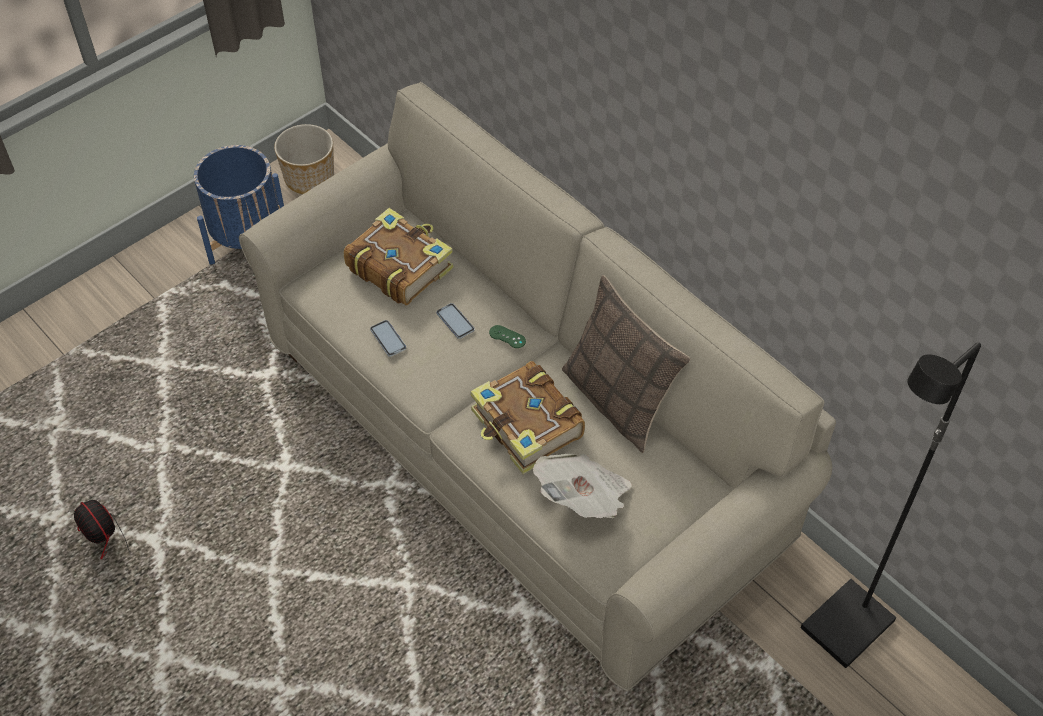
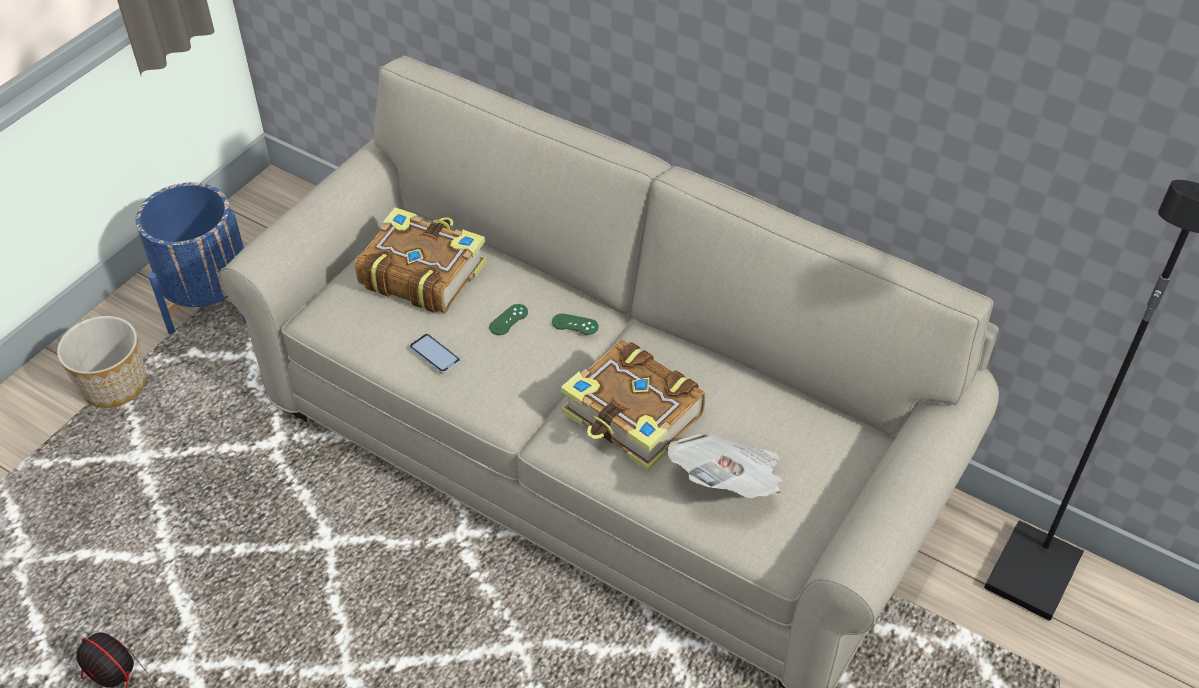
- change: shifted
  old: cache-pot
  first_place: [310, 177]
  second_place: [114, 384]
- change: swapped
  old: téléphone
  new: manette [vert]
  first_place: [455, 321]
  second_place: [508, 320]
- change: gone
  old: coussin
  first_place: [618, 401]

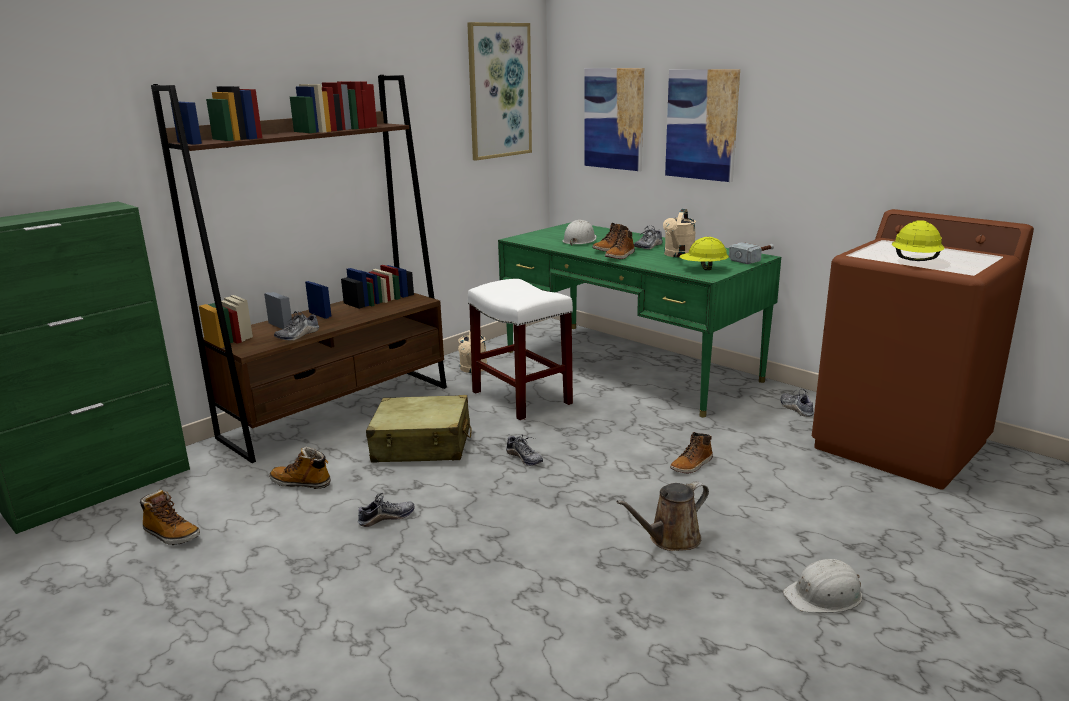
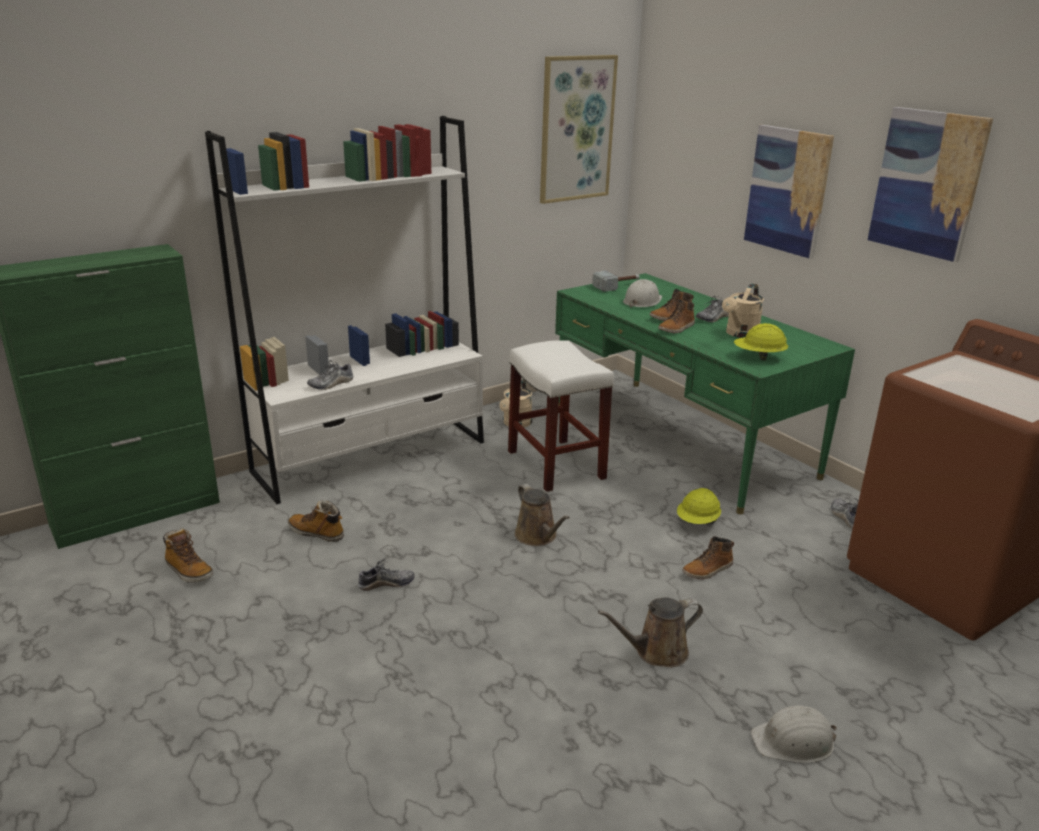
- change: repainted
  old: bibliothèque [marron]
  new: bibliothèque [blanc]
  first_place: [339, 411]
  second_place: [371, 456]
- change: swapped
  old: chaussure
  new: arrosoir [marron]
  first_place: [524, 458]
  second_place: [538, 536]
- change: shifted
  old: marteau
  first_place: [755, 258]
  second_place: [617, 286]
- change: shifted
  old: casque de chantier [jaune]
  first_place: [915, 261]
  second_place: [697, 522]
- change: shifted
  old: tableau
  first_place: [614, 119]
  second_place: [927, 183]
- change: gone
  old: valise [beige]
  first_place: [422, 445]

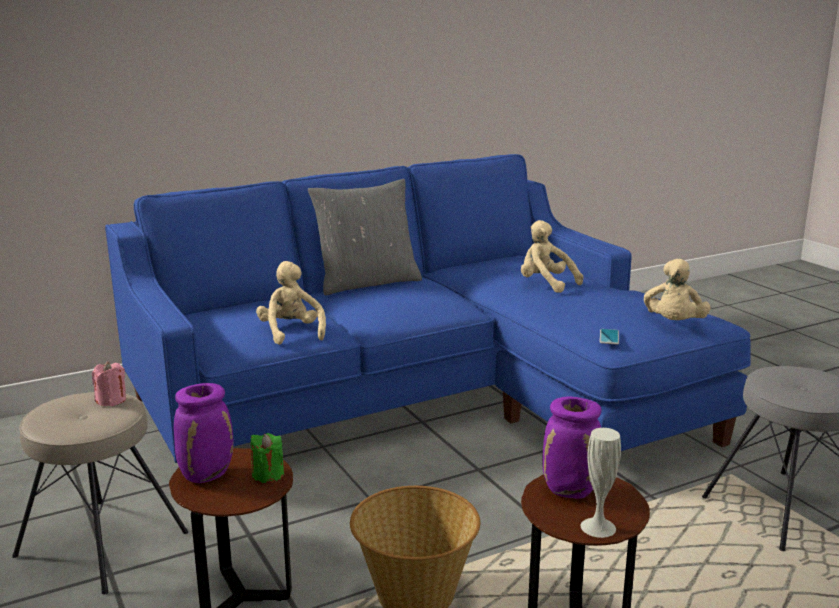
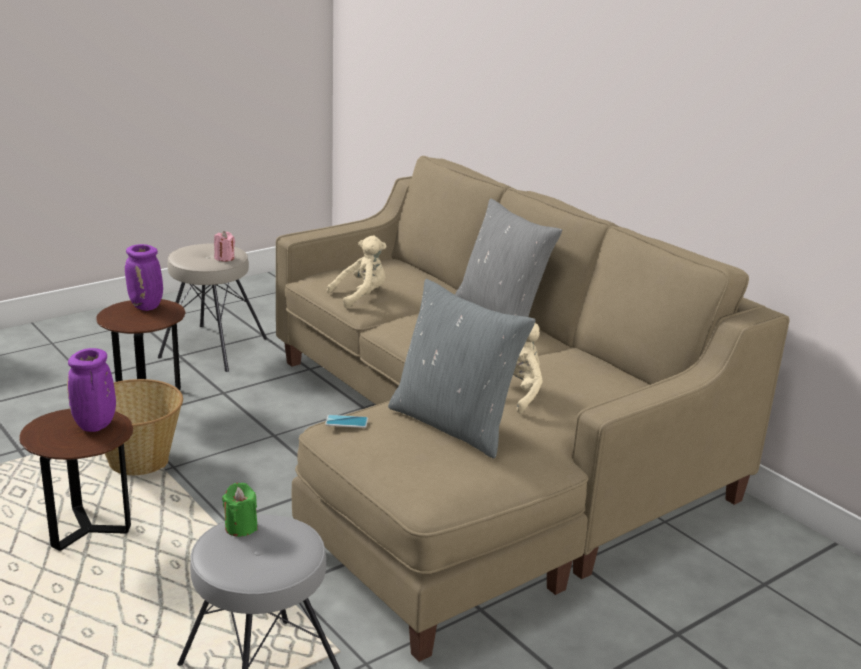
- change: shifted
  old: bougie [vert]
  first_place: [268, 475]
  second_place: [241, 527]
- change: repainted
  old: canapé [bleu]
  new: canapé [beige]
  first_place: [426, 399]
  second_place: [477, 452]
- change: new
  new: coussin [gris]
  second_place: [454, 424]
- change: gone
  old: vase [blanc]
  first_place: [598, 527]
- change: gone
  old: peluche [beige]
  first_place: [673, 324]

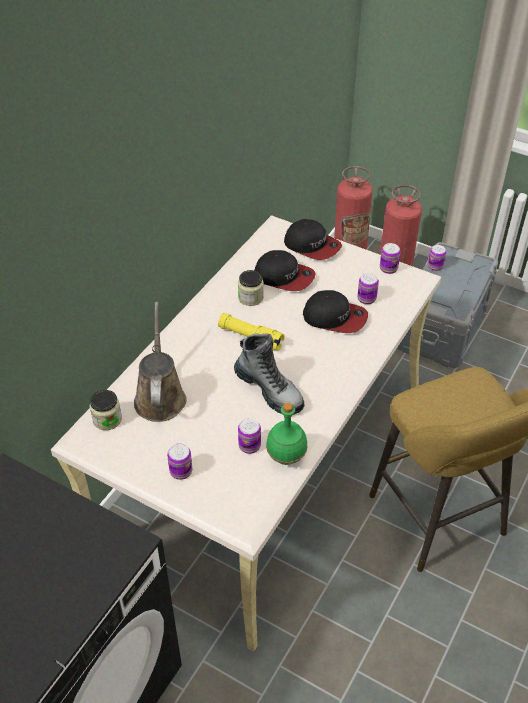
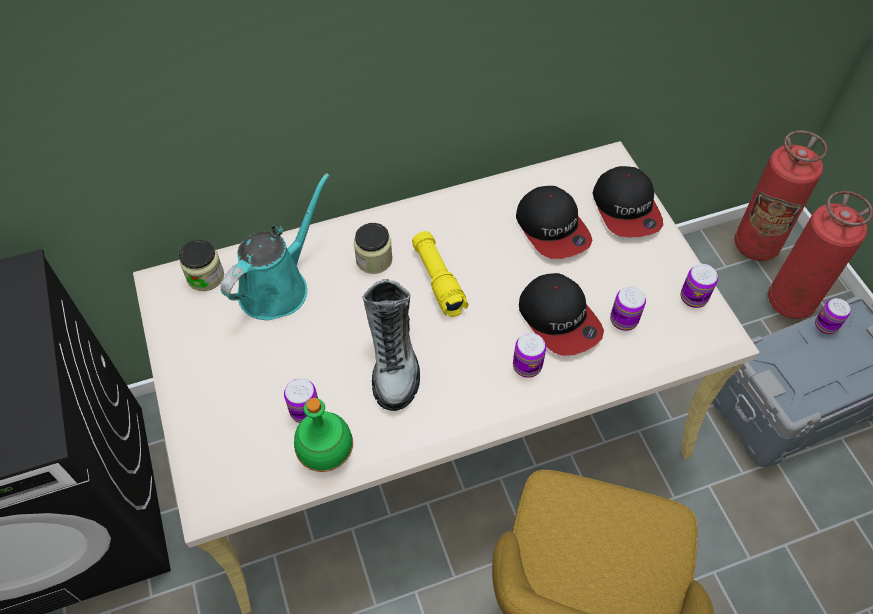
- change: repainted
  old: arrosoir [marron]
  new: arrosoir [turquoise]
  first_place: [160, 396]
  second_place: [278, 286]
- change: shifted
  old: bocal
  first_place: [250, 297]
  second_place: [374, 259]
- change: shifted
  old: boîte métallique
  first_place: [181, 471]
  second_place: [527, 366]

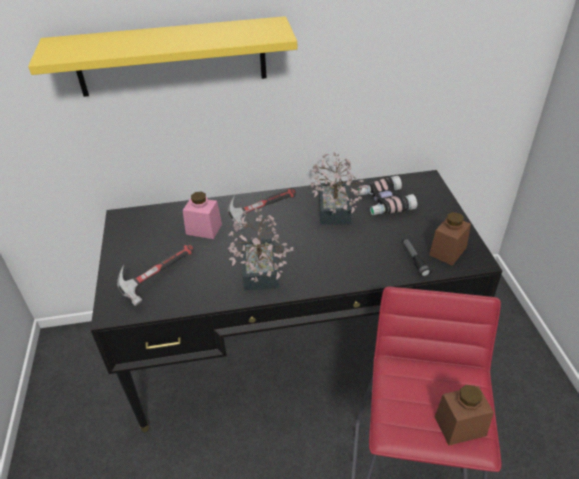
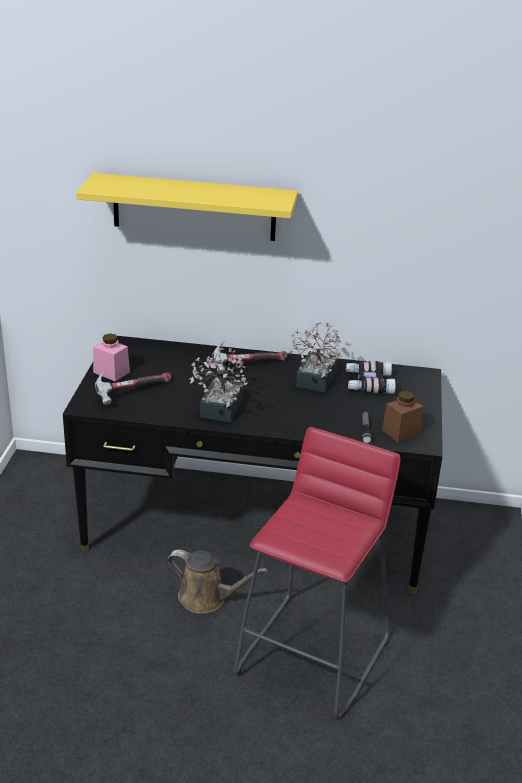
- change: shifted
  old: bocal [rose]
  first_place: [204, 229]
  second_place: [111, 372]
- change: new
  new: arrosoir [marron]
  second_place: [207, 598]
- change: gone
  old: bocal [marron]
  first_place: [460, 426]

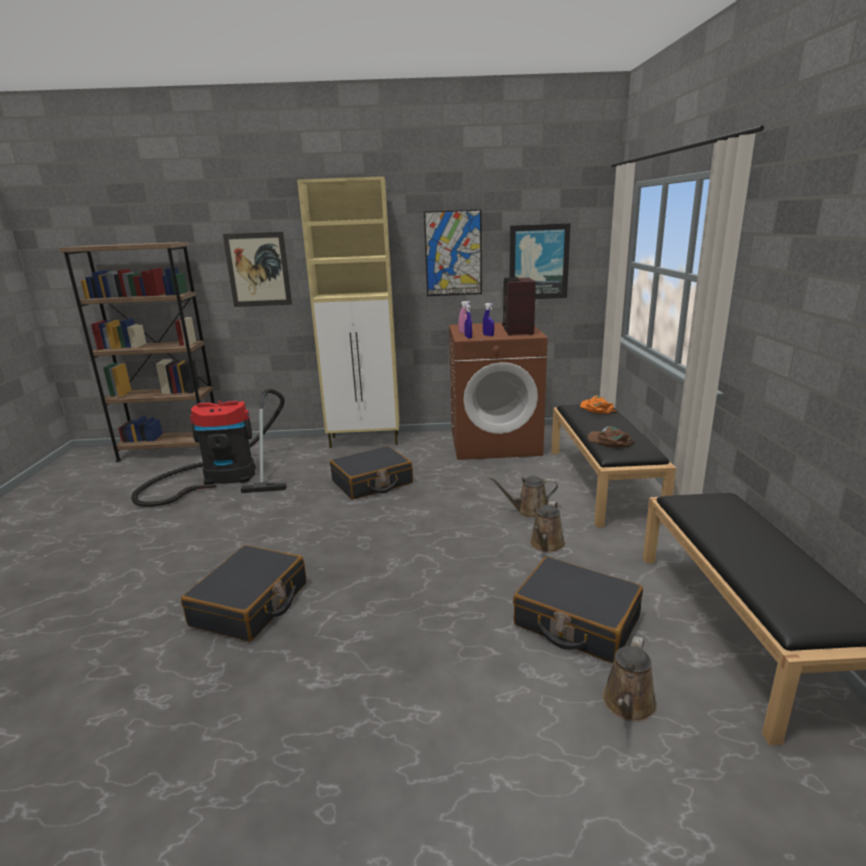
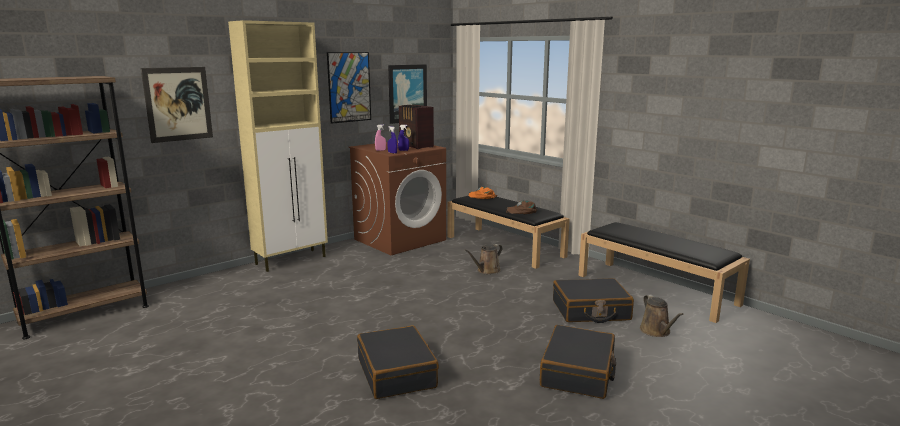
- change: shifted
  old: valise [noir]
  first_place: [372, 483]
  second_place: [578, 373]
- change: gone
  old: aspirateur
  first_place: [224, 477]
- change: gone
  old: arrosoir [marron]
  first_place: [546, 545]

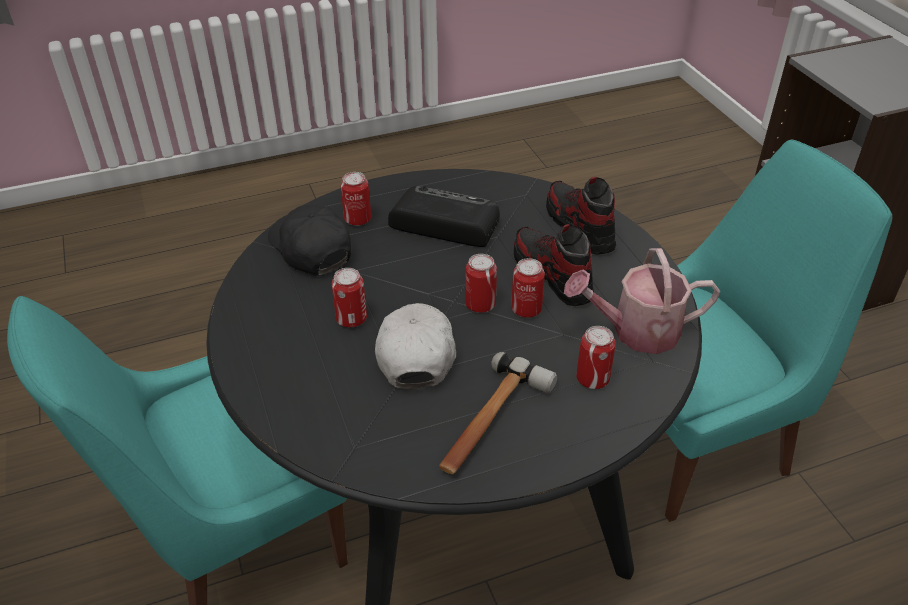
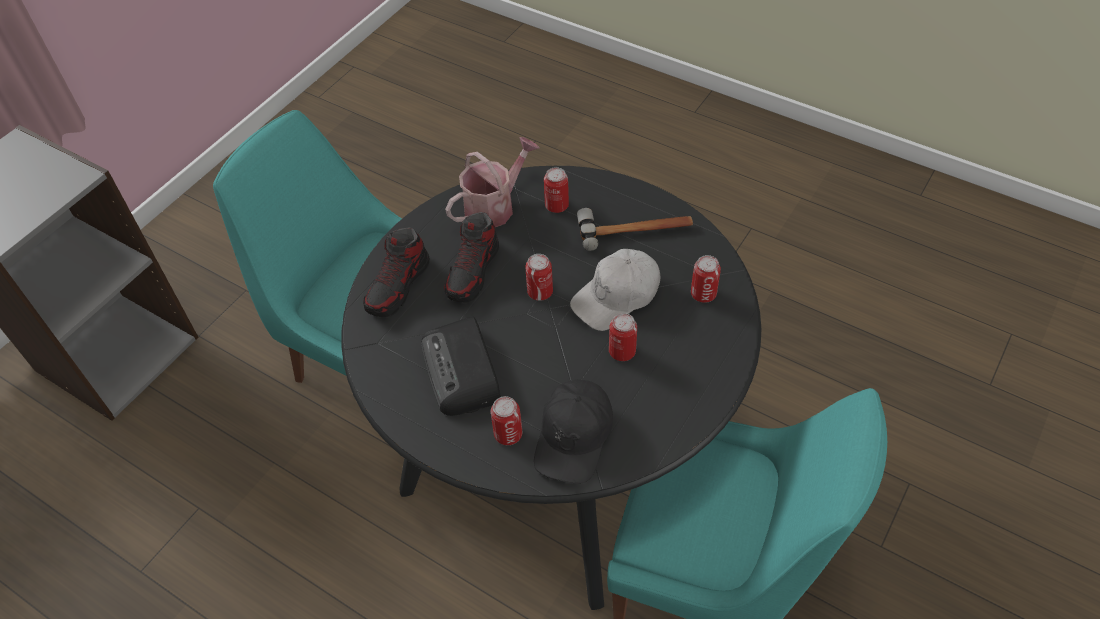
- change: rotated
  old: arrosoir
  first_place: [636, 331]
  second_place: [494, 206]
  degrees: -90
- change: shifted
  old: boîte métallique
  first_place: [526, 309]
  second_place: [703, 294]

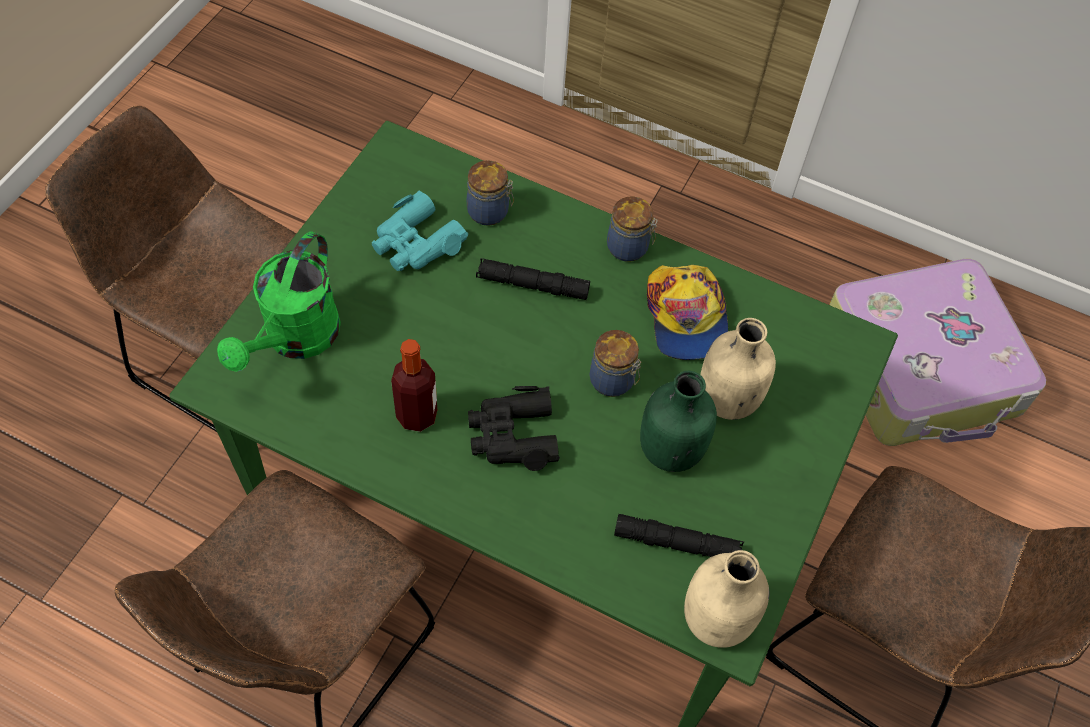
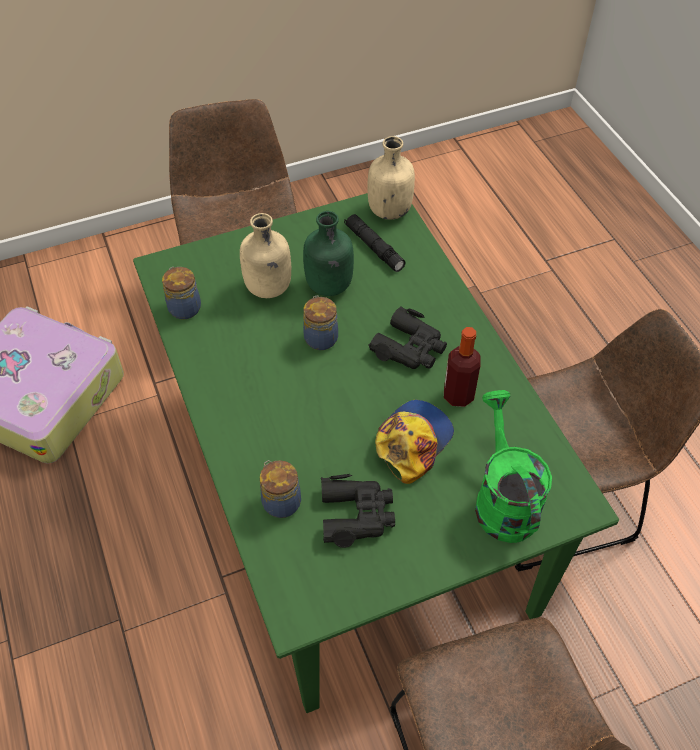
- change: shifted
  old: bocal
  first_place: [629, 248]
  second_place: [184, 307]
- change: repainted
  old: jumelles [turquoise]
  new: jumelles [noir]
  first_place: [416, 243]
  second_place: [356, 514]
- change: shifted
  old: casquette
  first_place: [686, 317]
  second_place: [413, 442]
- change: rotated
  old: arrosoir [vert]
  first_place: [295, 340]
  second_place: [502, 499]
  degrees: -75
- change: gone
  old: lampe de poche [noir]
  first_place: [532, 285]

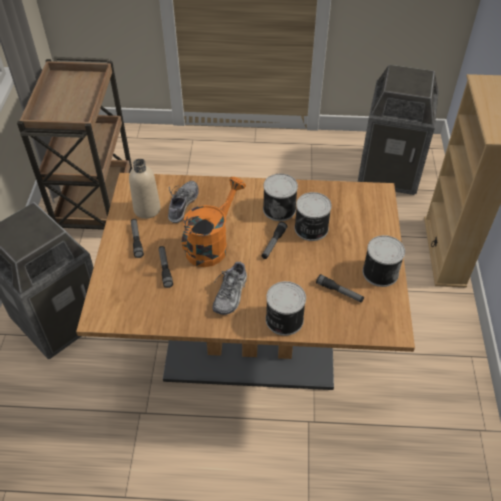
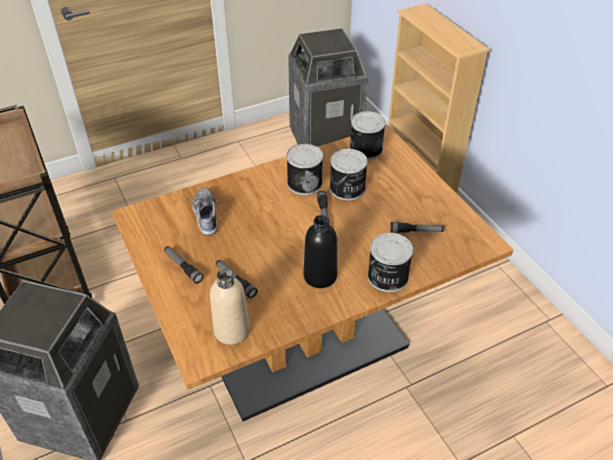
- change: shifted
  old: bouteille [beige]
  first_place: [147, 209]
  second_place: [232, 330]
- change: swapped
  old: chaussure
  new: bouteille [noir]
  first_place: [231, 294]
  second_place: [320, 276]
- change: shifted
  old: boîte métallique
  first_place: [379, 272]
  second_place: [365, 149]
- change: gone
  old: arrosoir [orange]
  first_place: [211, 244]

